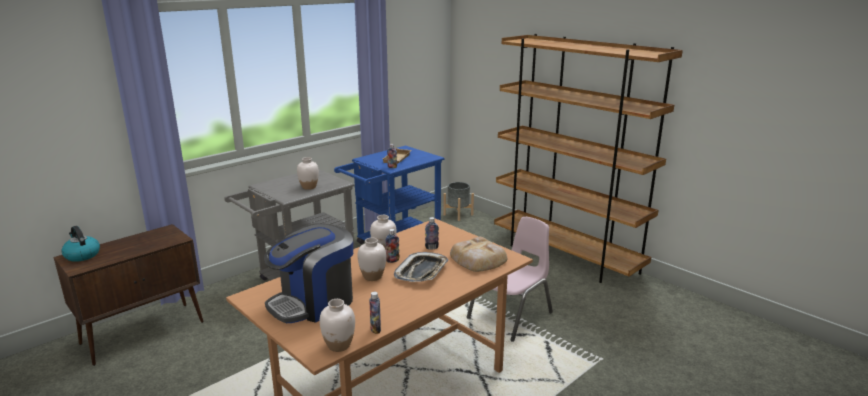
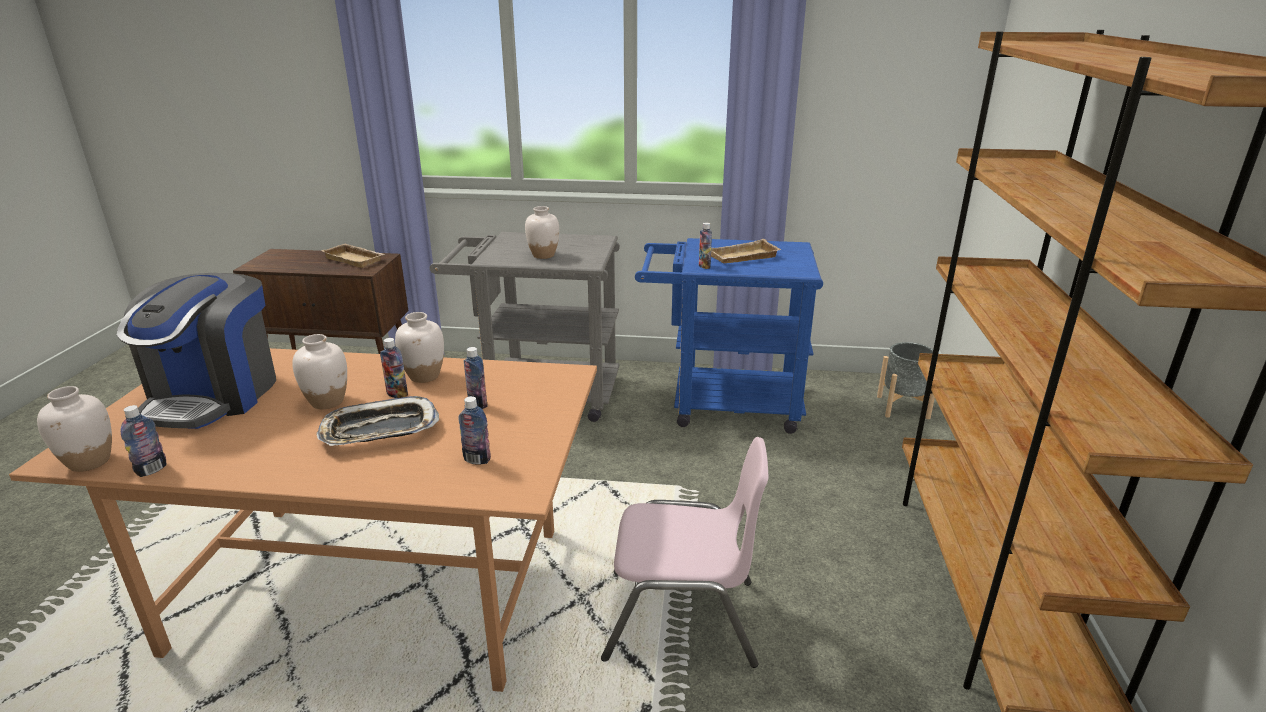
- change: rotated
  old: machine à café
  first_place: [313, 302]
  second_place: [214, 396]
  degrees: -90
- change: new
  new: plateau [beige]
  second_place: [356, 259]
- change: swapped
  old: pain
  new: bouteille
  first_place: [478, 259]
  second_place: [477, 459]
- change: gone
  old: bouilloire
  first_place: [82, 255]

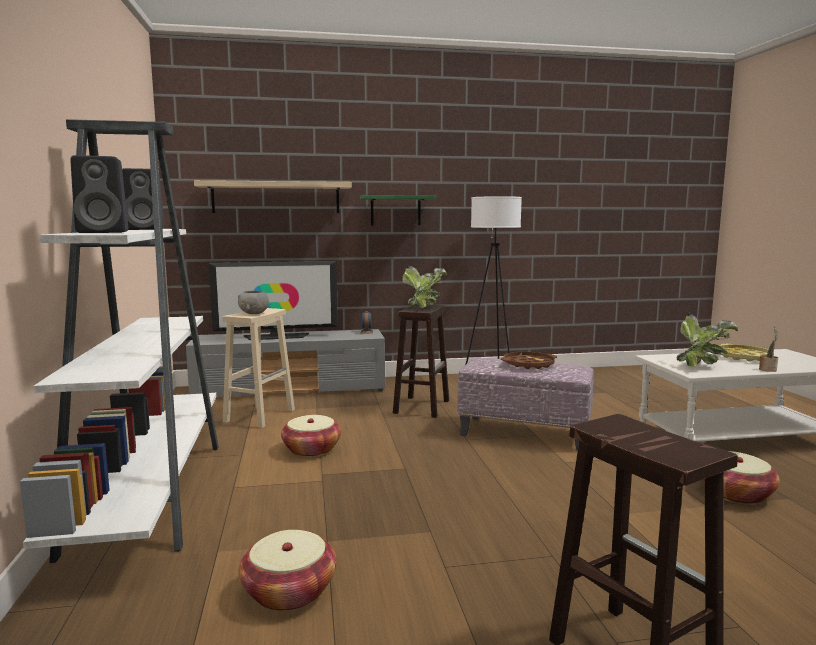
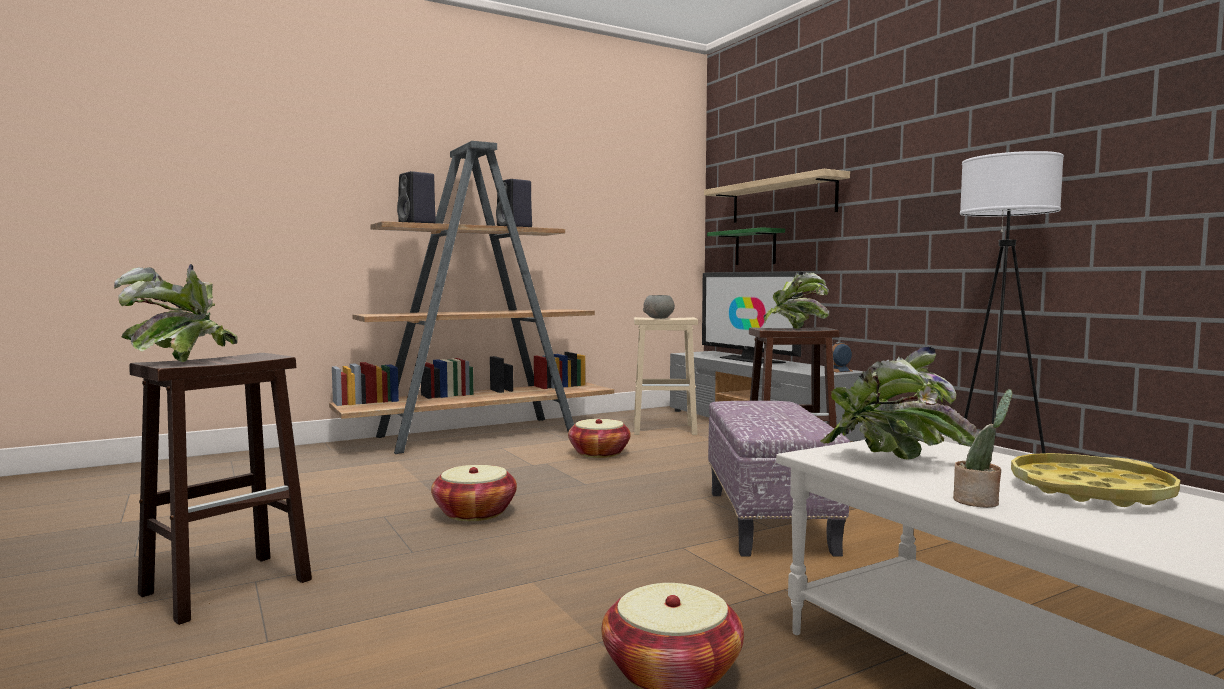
- change: new
  new: plante en pot
  second_place: [180, 360]
- change: repainted
  old: bibliothèque [blanc]
  new: bibliothèque [marron]
  first_place: [151, 492]
  second_place: [480, 434]
- change: shifted
  old: panier
  first_place: [289, 591]
  second_place: [475, 513]
- change: shifted
  old: étagère [vert]
  first_place: [395, 210]
  second_place: [755, 247]
- change: gone
  old: plateau [marron]
  first_place: [528, 364]

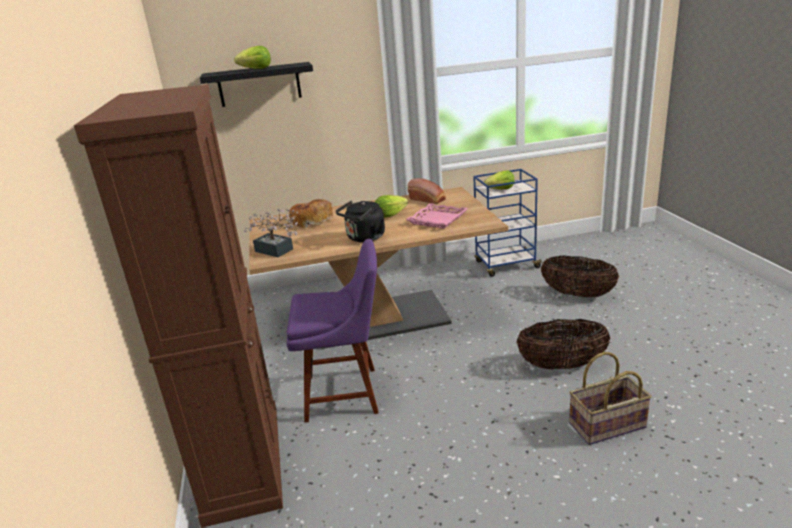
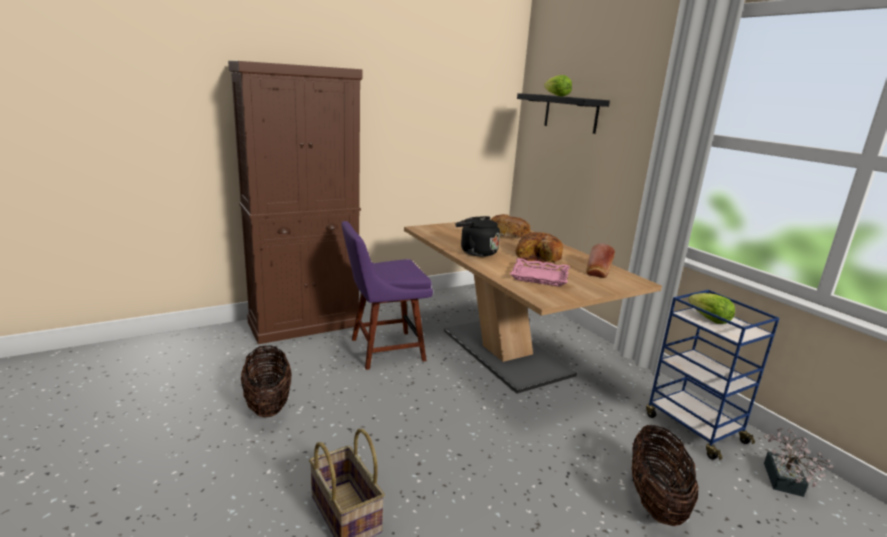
- change: shifted
  old: panier
  first_place: [562, 365]
  second_place: [268, 404]
- change: rotated
  old: chaise [violet]
  first_place: [346, 393]
  second_place: [383, 350]
  degrees: 90
- change: swapped
  old: laitue
  new: pain
  first_place: [390, 215]
  second_place: [539, 258]
- change: shifted
  old: plante en pot
  first_place: [277, 251]
  second_place: [783, 483]

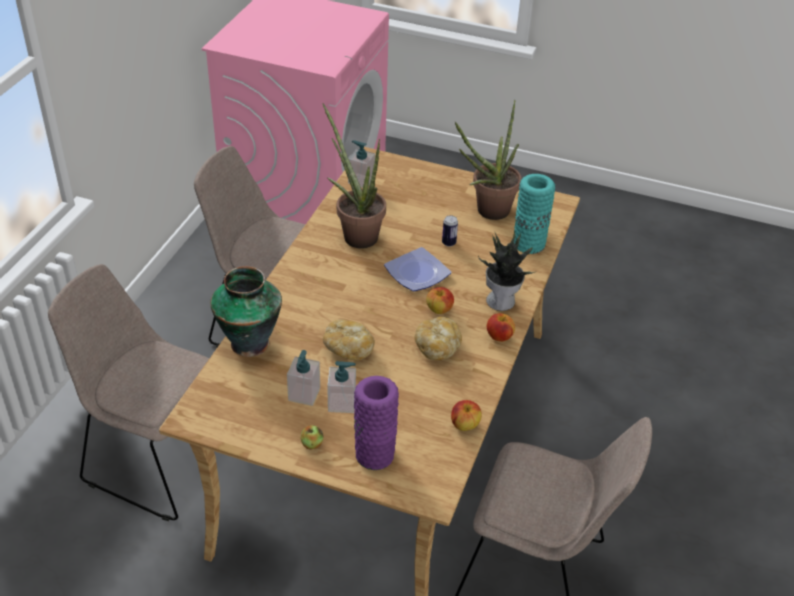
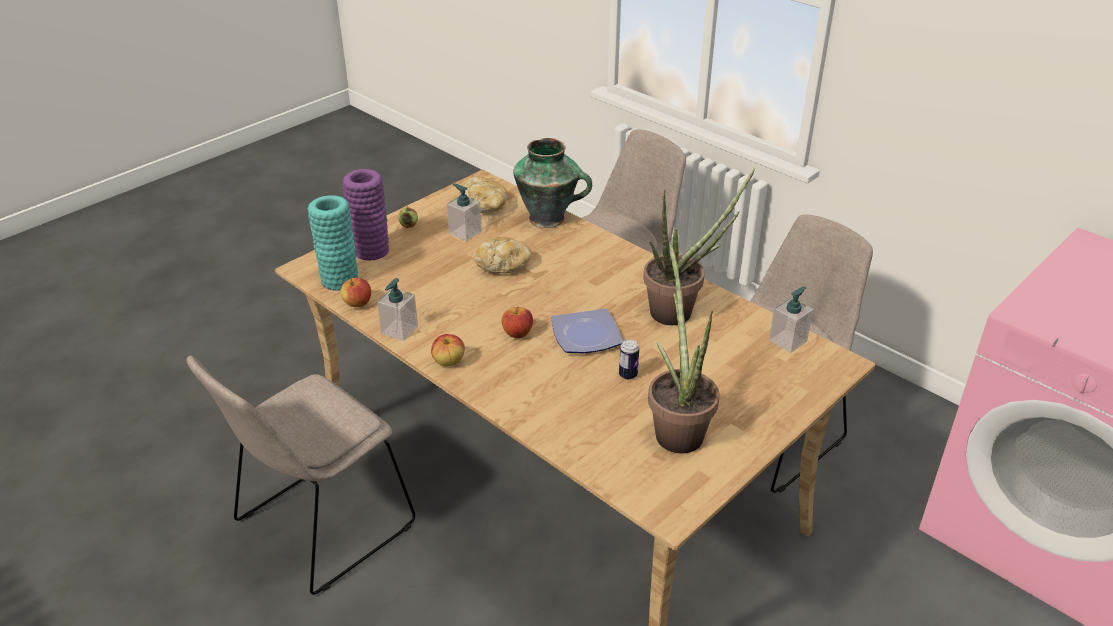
- change: shifted
  old: vase [turquoise]
  first_place: [529, 244]
  second_place: [339, 279]
- change: shifted
  old: distributeur de savon
  first_place: [342, 403]
  second_place: [399, 330]
- change: shifted
  old: pain
  first_place: [437, 347]
  second_place: [484, 206]
- change: gone
  old: plante en pot
  first_place: [502, 301]

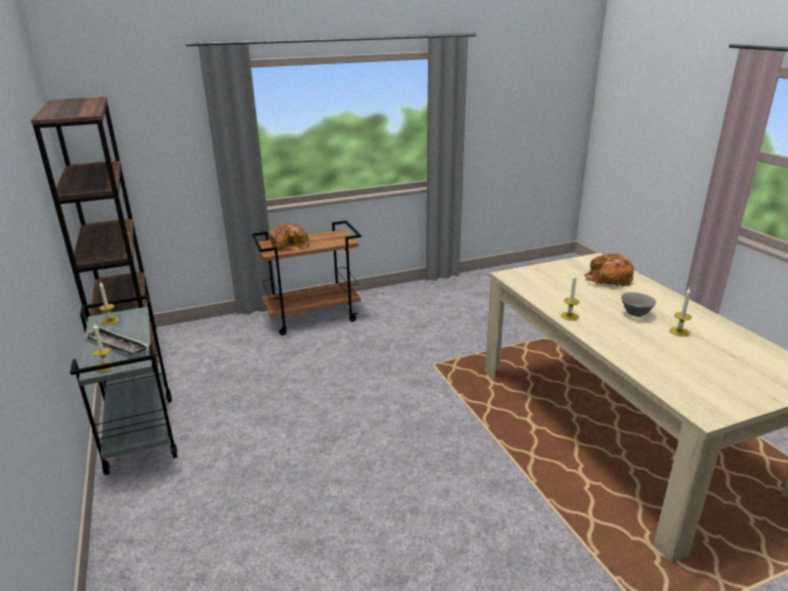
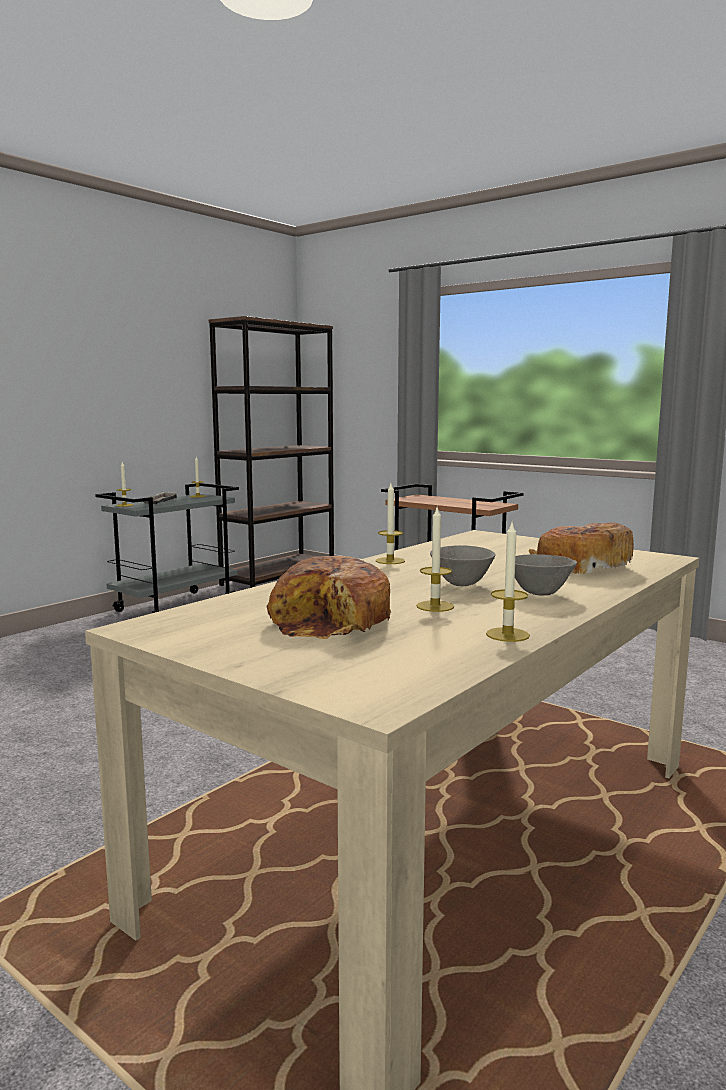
- change: shifted
  old: pain
  first_place: [290, 244]
  second_place: [333, 622]
- change: new
  new: bougie
  second_place: [507, 635]
- change: new
  new: bol [gris]
  second_place: [539, 593]

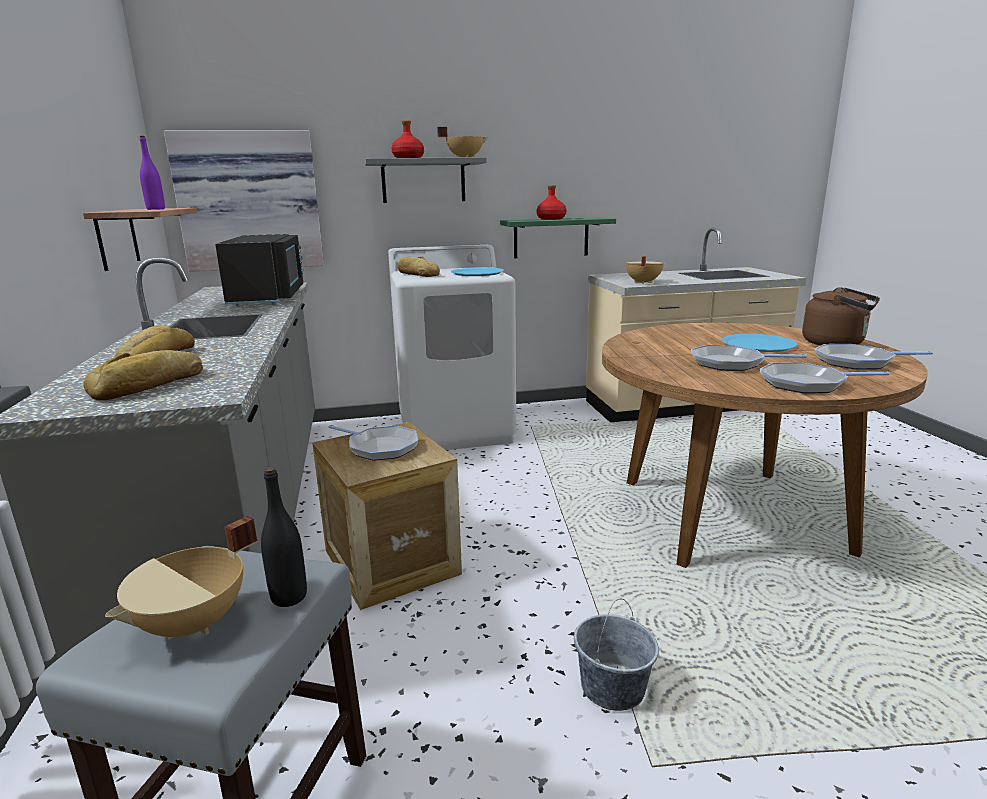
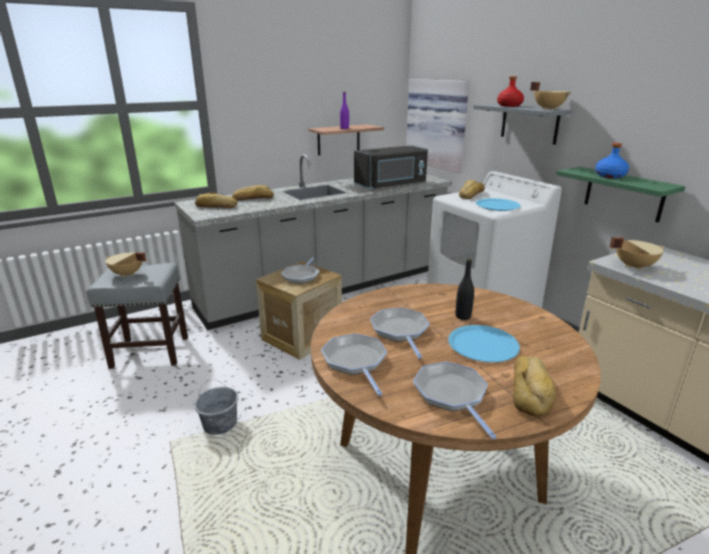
- change: shifted
  old: bouteille [noir]
  first_place: [289, 597]
  second_place: [463, 316]
- change: swapped
  old: bouilloire [marron]
  new: pain
  first_place: [837, 343]
  second_place: [531, 390]
- change: repainted
  old: bouteille [rouge]
  new: bouteille [bleu]
  first_place: [551, 219]
  second_place: [609, 176]

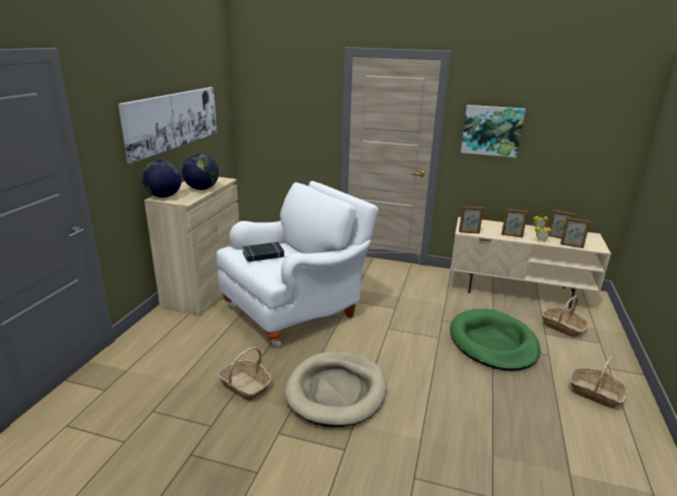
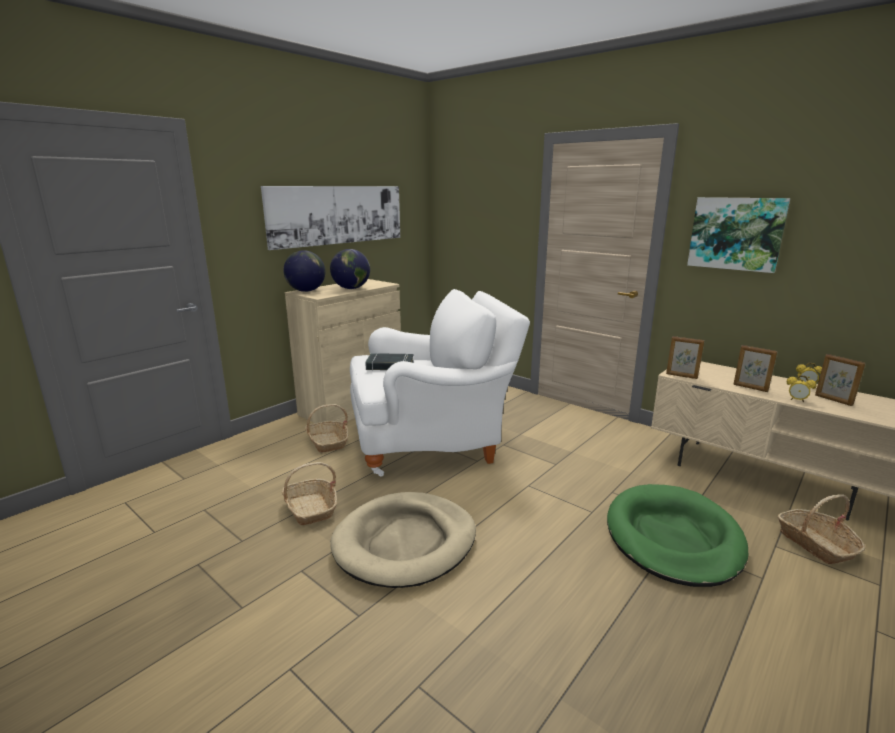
- change: shifted
  old: panier
  first_place: [595, 393]
  second_place: [327, 442]
- change: gone
  old: cadre photo
  first_place: [571, 246]

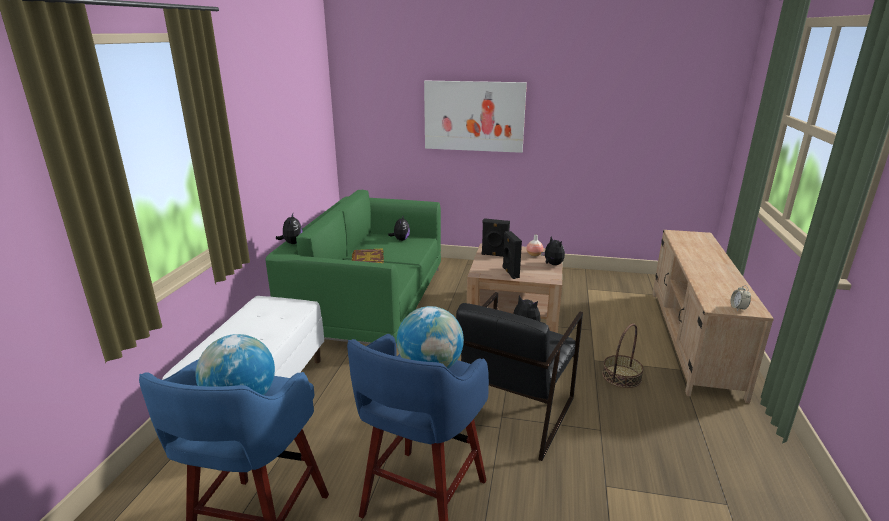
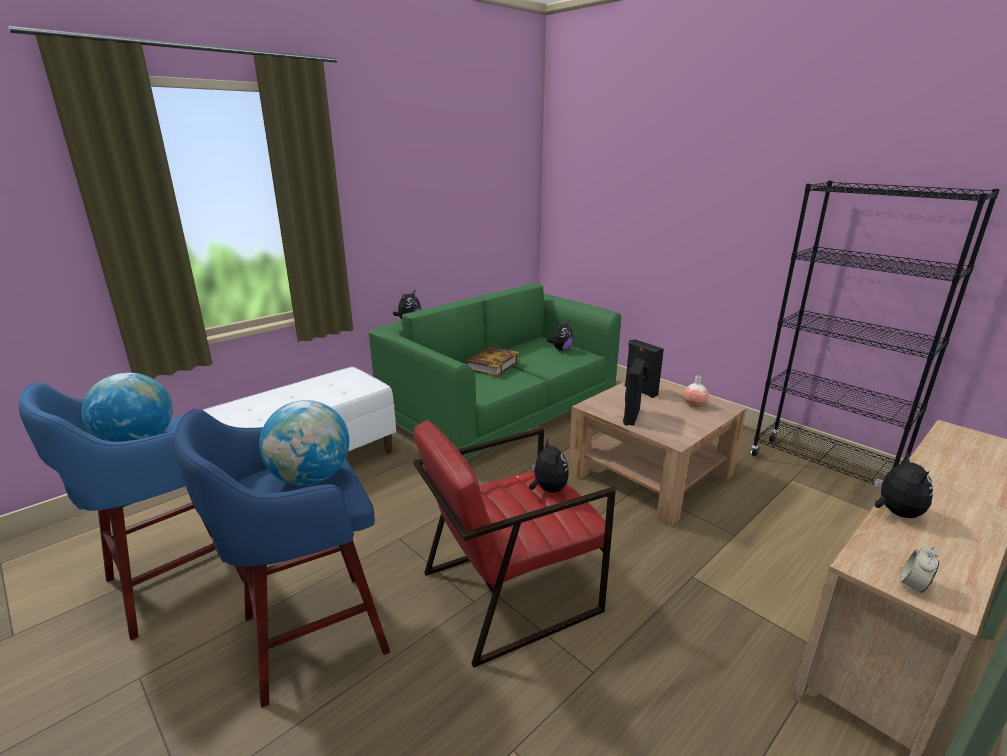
- change: repainted
  old: fauteuil [noir]
  new: fauteuil [rouge]
  first_place: [513, 412]
  second_place: [510, 591]
- change: new
  new: bibliothèque [noir]
  second_place: [822, 470]
- change: shifted
  old: peluche
  first_place: [552, 264]
  second_place: [895, 513]
- change: gone
  old: tableau
  first_place: [474, 116]
- change: gone
  old: panier
  first_place: [621, 376]

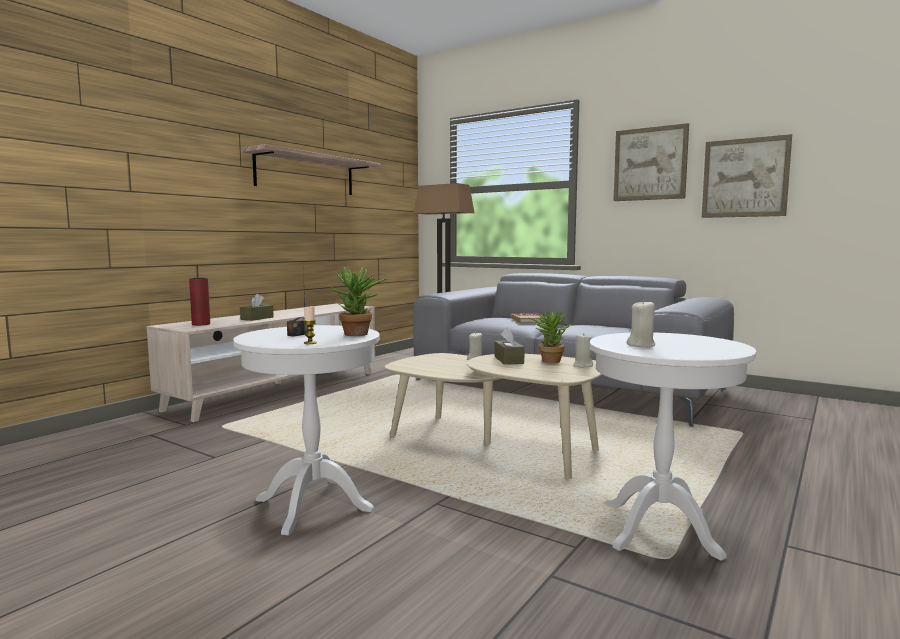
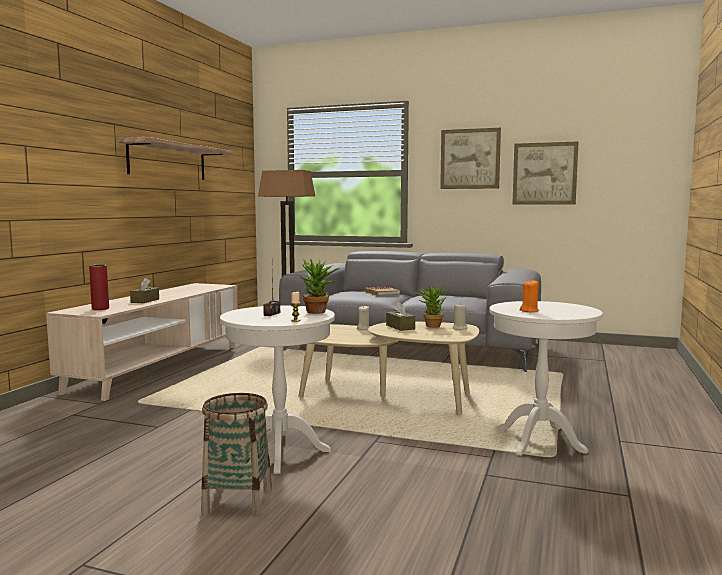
- change: new
  new: panier
  second_place: [237, 501]
- change: repainted
  old: bougie [beige]
  new: bougie [orange]
  first_place: [641, 345]
  second_place: [529, 311]

